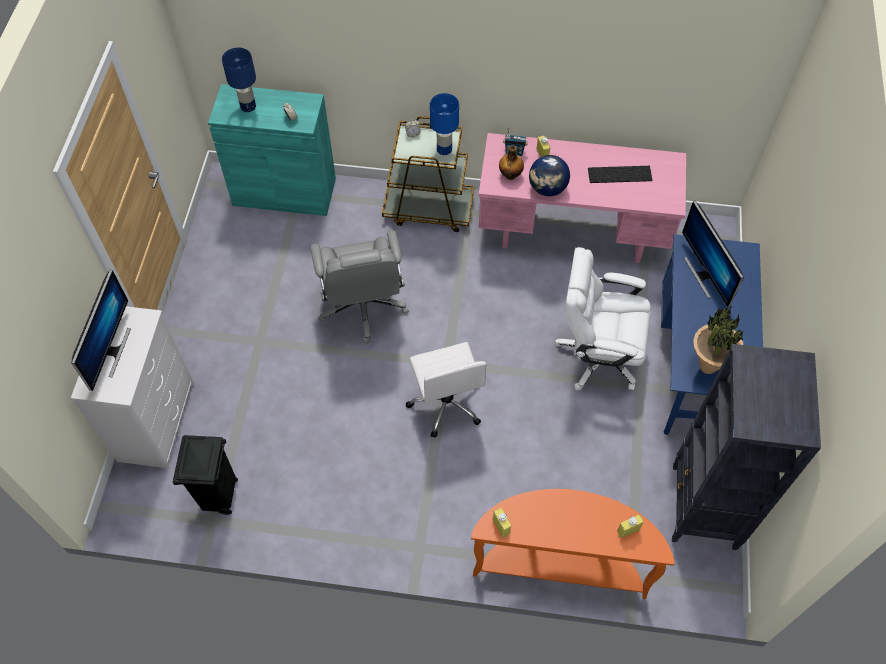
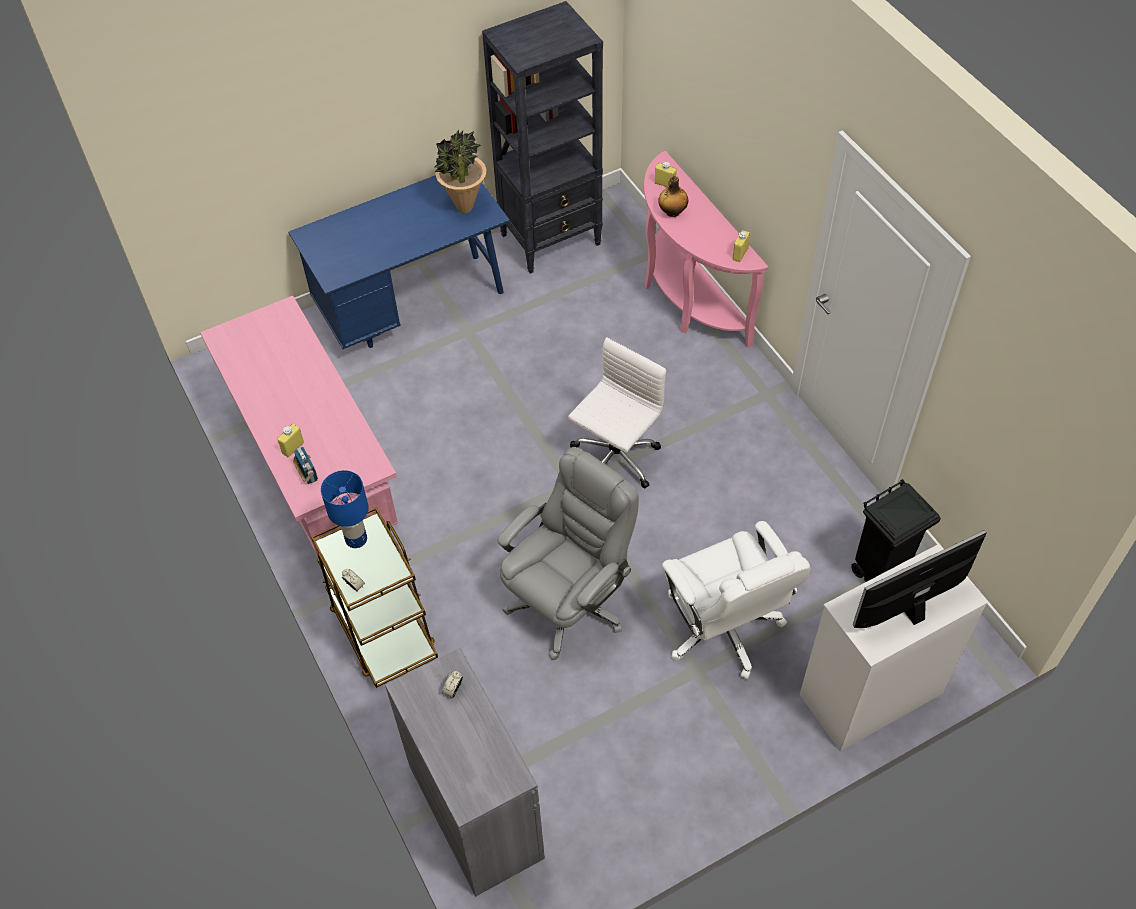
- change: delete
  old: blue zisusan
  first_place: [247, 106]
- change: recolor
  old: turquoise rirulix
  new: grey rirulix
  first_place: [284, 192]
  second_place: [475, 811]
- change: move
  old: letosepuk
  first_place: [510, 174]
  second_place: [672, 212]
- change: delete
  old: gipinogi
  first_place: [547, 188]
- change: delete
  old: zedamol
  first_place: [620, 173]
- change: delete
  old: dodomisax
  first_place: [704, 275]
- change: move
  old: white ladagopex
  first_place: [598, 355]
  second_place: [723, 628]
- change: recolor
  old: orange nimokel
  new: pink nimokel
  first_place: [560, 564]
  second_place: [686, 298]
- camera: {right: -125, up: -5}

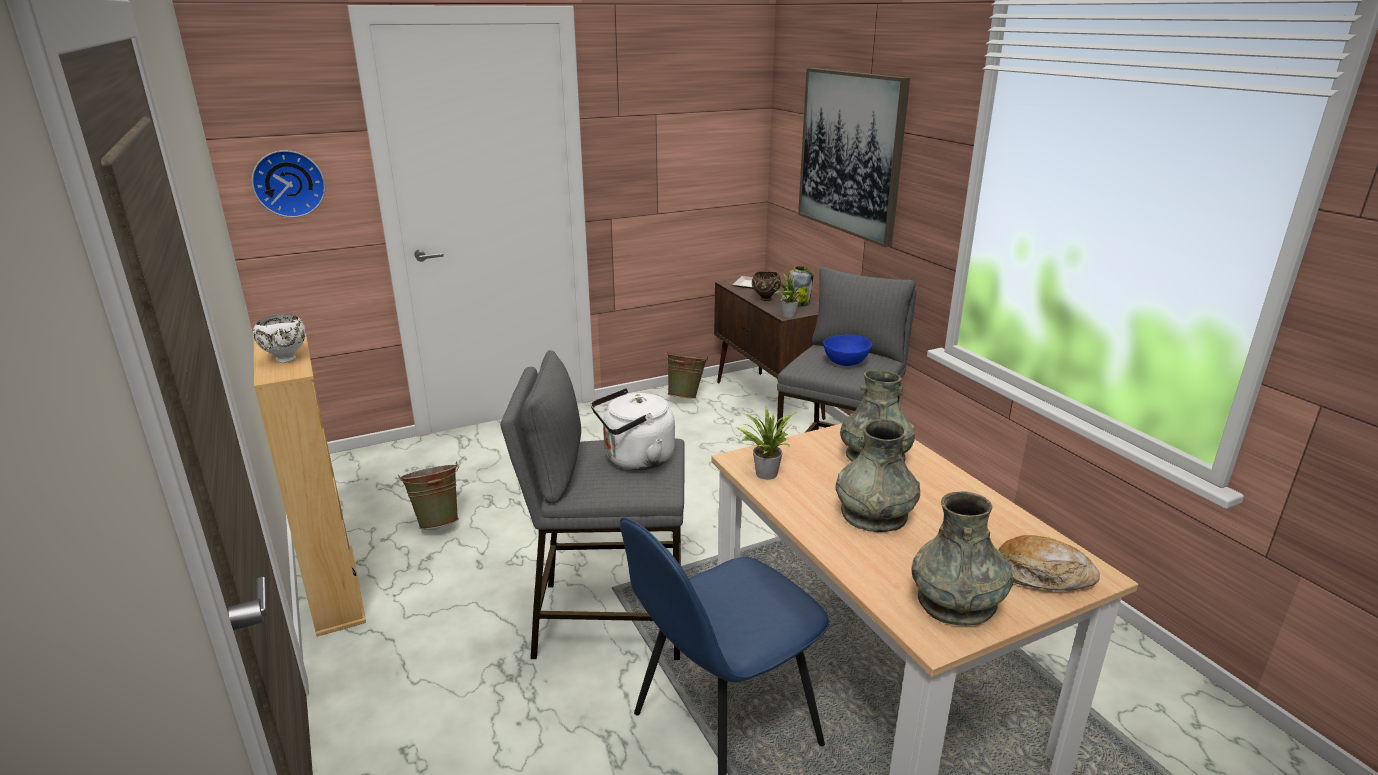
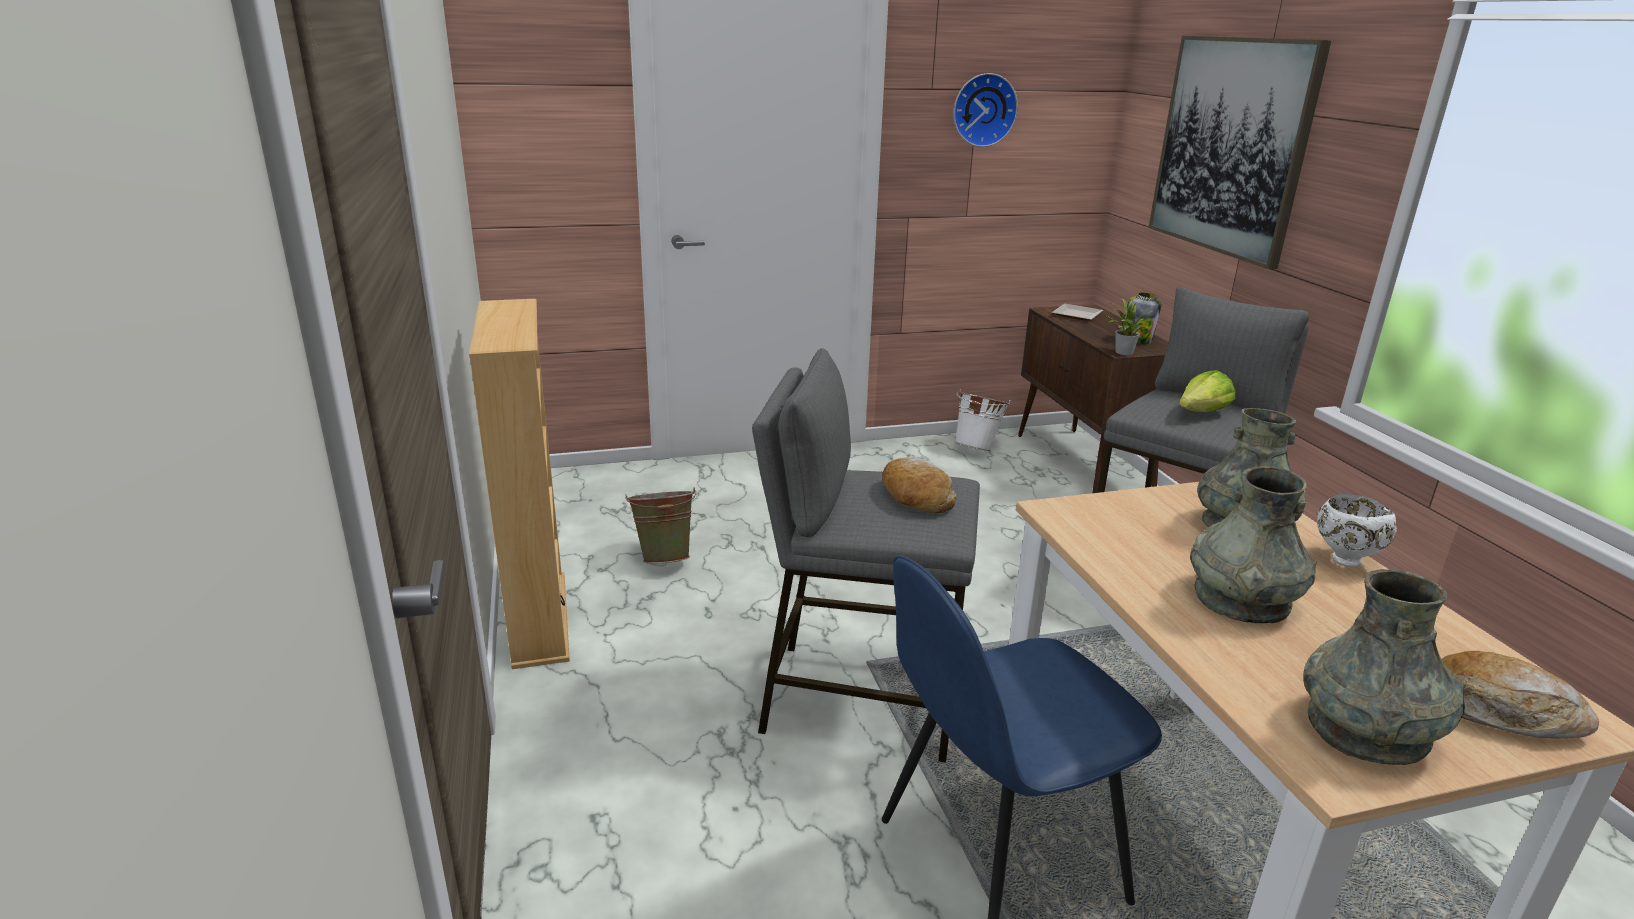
- change: move
  old: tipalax
  first_place: [288, 183]
  second_place: [983, 110]
- change: delete
  old: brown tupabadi
  first_place: [765, 299]
- change: move
  old: white tupabadi
  first_place: [285, 359]
  second_place: [1343, 559]
- change: replace
  old: blue tupabadi
  new: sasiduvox
  first_place: [847, 363]
  second_place: [1202, 413]
- change: recolor
  old: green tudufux
  new: white tudufux
  first_place: [686, 396]
  second_place: [977, 448]
- change: replace
  old: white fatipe
  new: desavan
  first_place: [635, 459]
  second_place: [915, 497]
- change: delete
  old: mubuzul
  first_place: [764, 472]
- camera: {right: 10, up: 0}

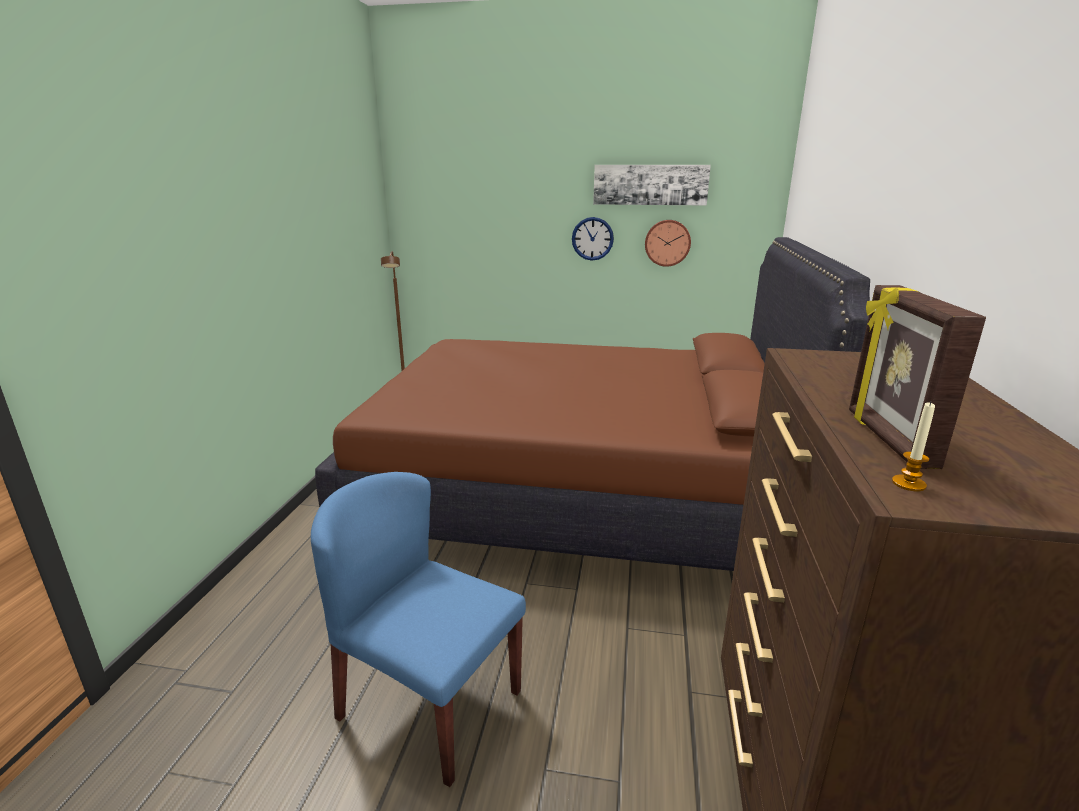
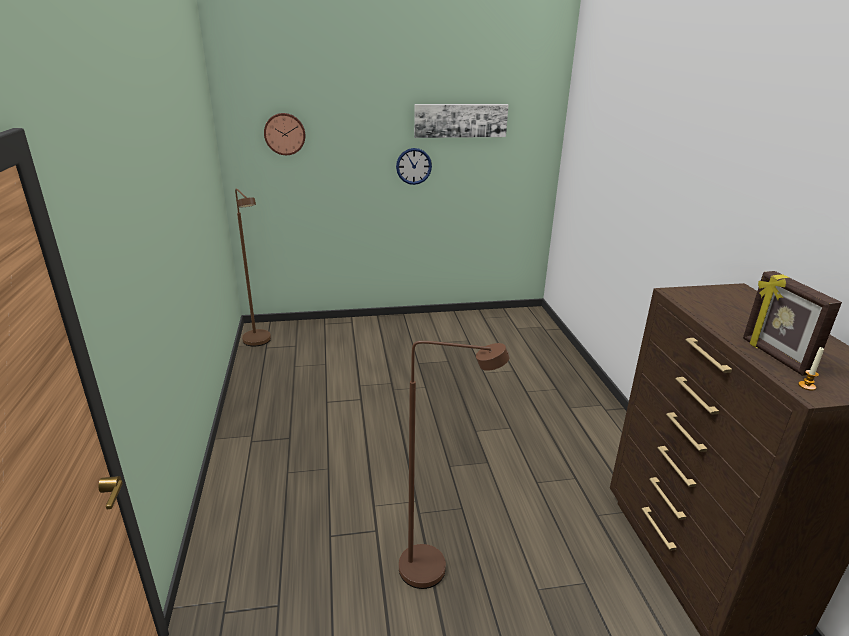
- change: move
  old: tipalax
  first_place: [667, 243]
  second_place: [285, 134]
- change: delete
  old: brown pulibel
  first_place: [575, 491]
- change: replace
  old: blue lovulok
  new: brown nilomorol
  first_place: [429, 703]
  second_place: [435, 570]
- camera: {right: -20, up: 5}

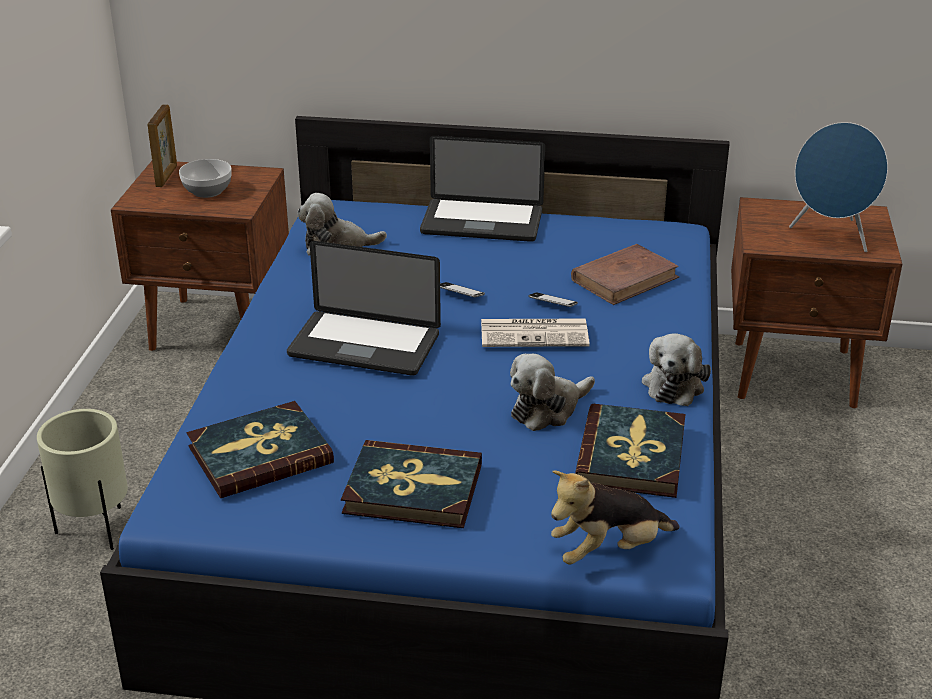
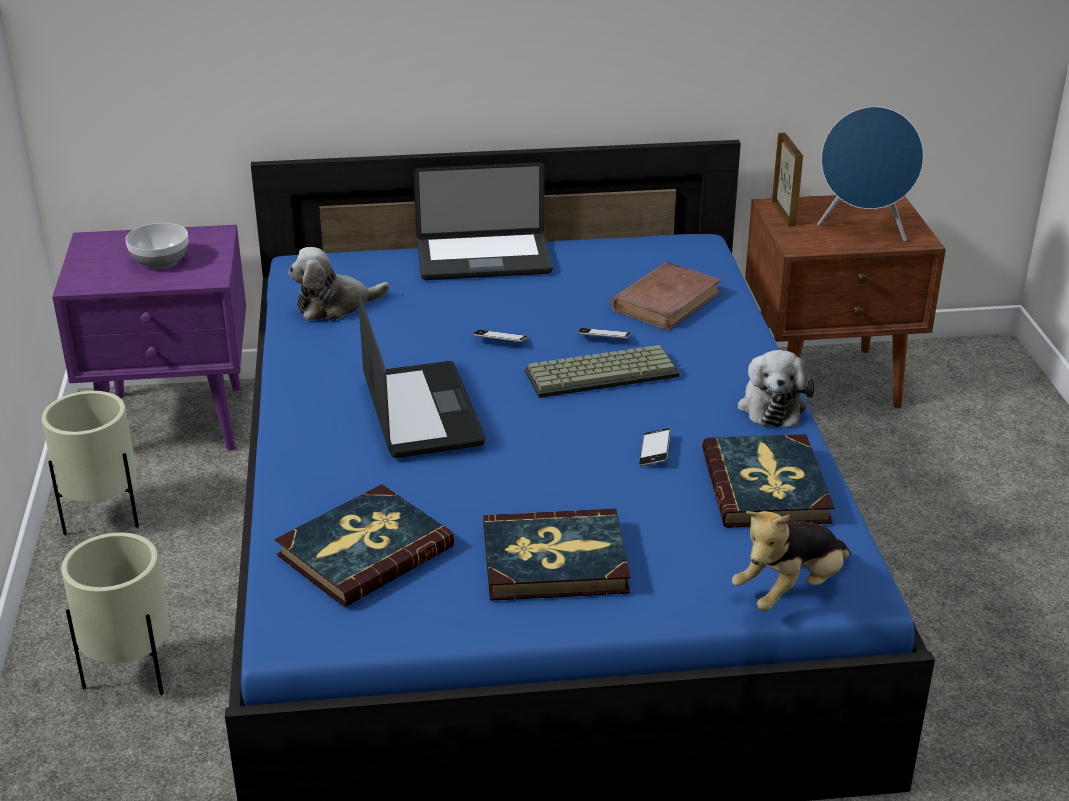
- change: move
  old: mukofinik
  first_place: [167, 176]
  second_place: [784, 214]
- change: recolor
  old: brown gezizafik
  new: purple gezizafik
  first_place: [218, 328]
  second_place: [176, 421]
- change: rotate
  old: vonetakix
  first_place: [364, 345]
  second_place: [422, 412]
  degrees: -105
- change: replace
  old: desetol
  new: zedamol
  first_place: [535, 333]
  second_place: [602, 372]
- change: replace
  old: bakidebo
  new: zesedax
  first_place: [548, 409]
  second_place: [654, 451]
- change: insert
  new: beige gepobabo
  second_place: [104, 519]
- camera: {right: -15, up: 0}

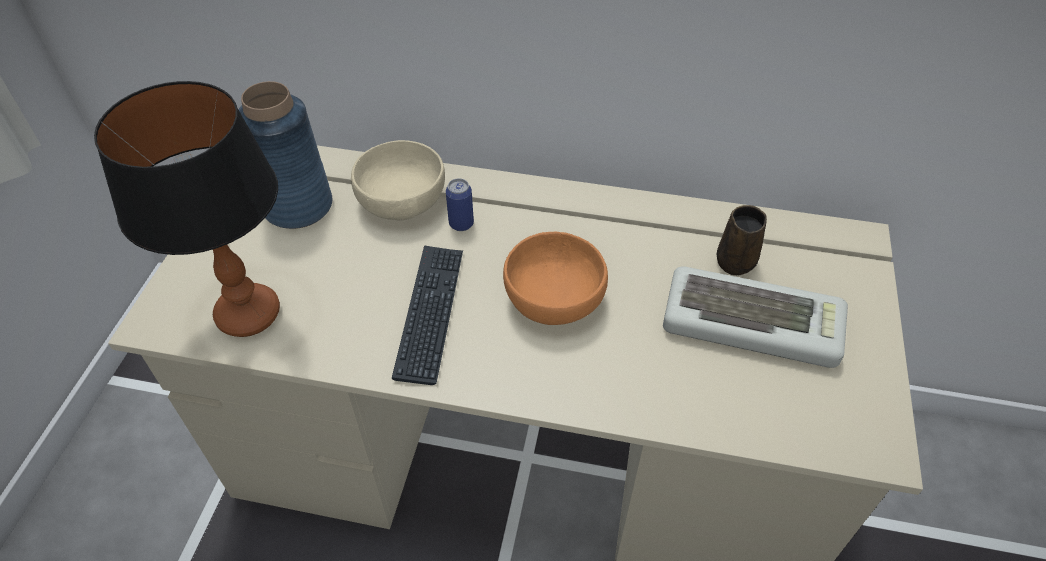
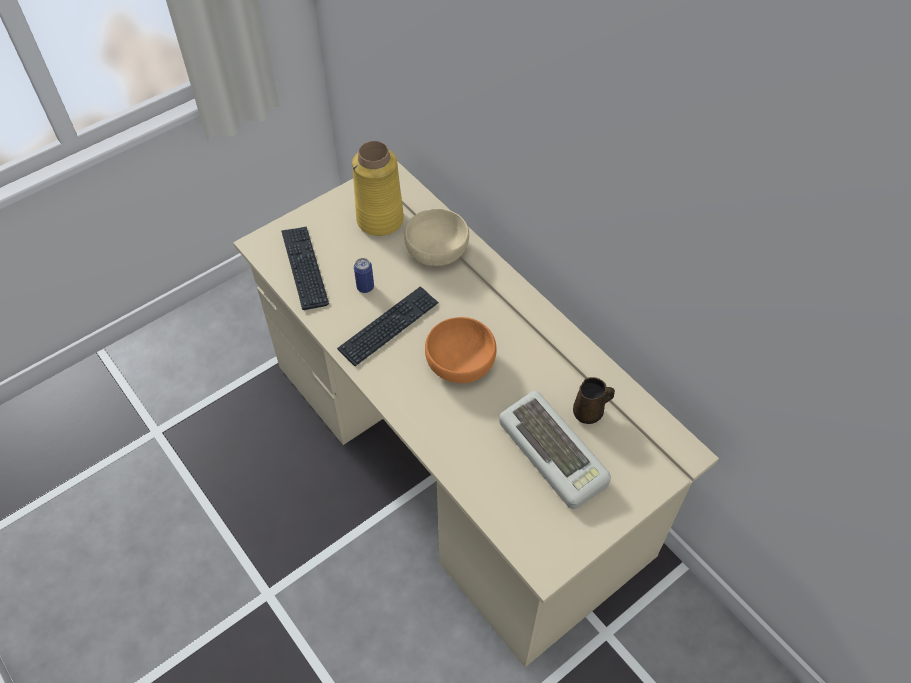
- change: replace
  old: zisusan
  new: zedamol
  first_place: [249, 313]
  second_place: [304, 268]
- change: recolor
  old: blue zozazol
  new: yellow zozazol
  first_place: [298, 206]
  second_place: [380, 220]
- change: move
  old: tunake
  first_place: [461, 224]
  second_place: [365, 287]
- camera: {right: 40, up: 5}

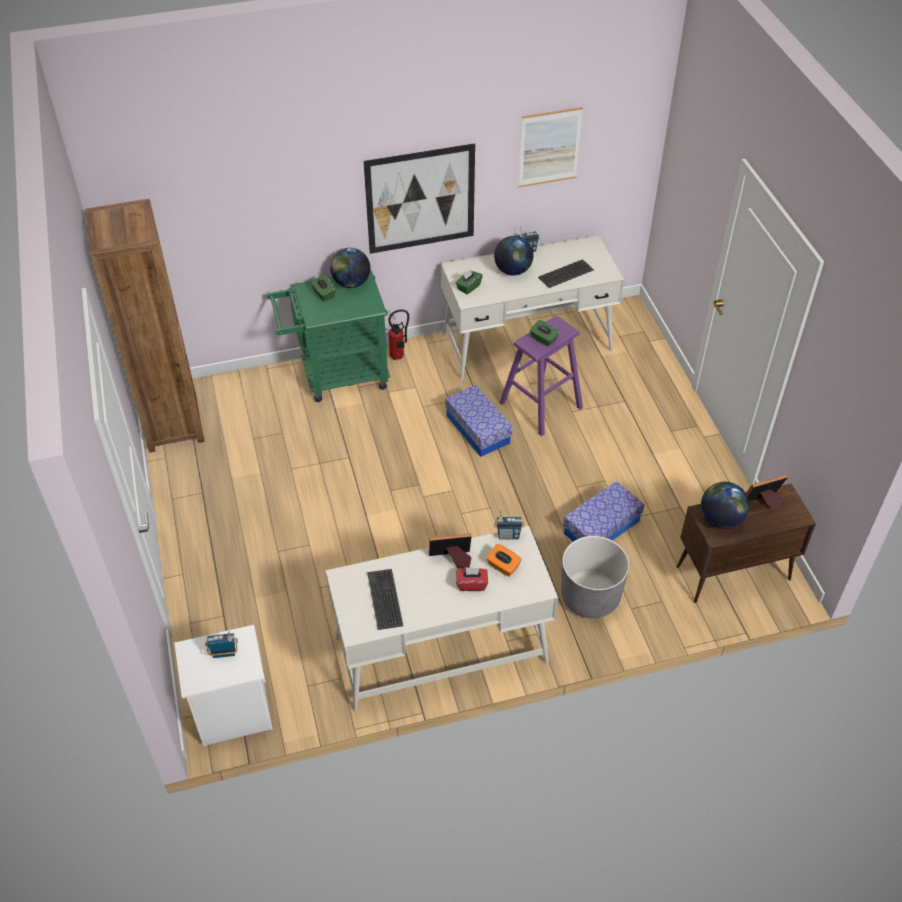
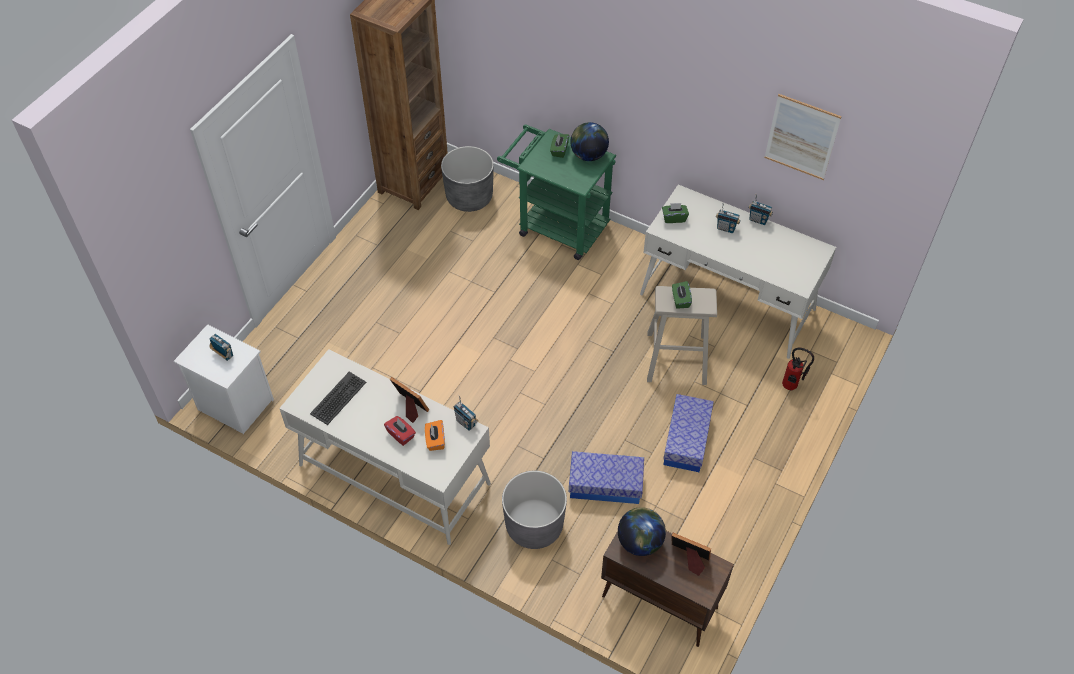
- change: delete
  old: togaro
  first_place: [420, 199]
- change: replace
  old: gipinogi
  new: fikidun
  first_place: [513, 270]
  second_place: [726, 228]
- change: delete
  old: zedamol
  first_place: [565, 274]
- change: move
  old: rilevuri
  first_place: [399, 357]
  second_place: [791, 387]
- change: recolor
  old: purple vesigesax
  new: beige vesigesax
  first_place: [540, 405]
  second_place: [676, 358]
- change: move
  old: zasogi
  first_place: [478, 429]
  second_place: [686, 440]
- change: insert
  new: grey gepobabo
  second_place: [469, 197]
- camera: {right: 45, up: 5}

